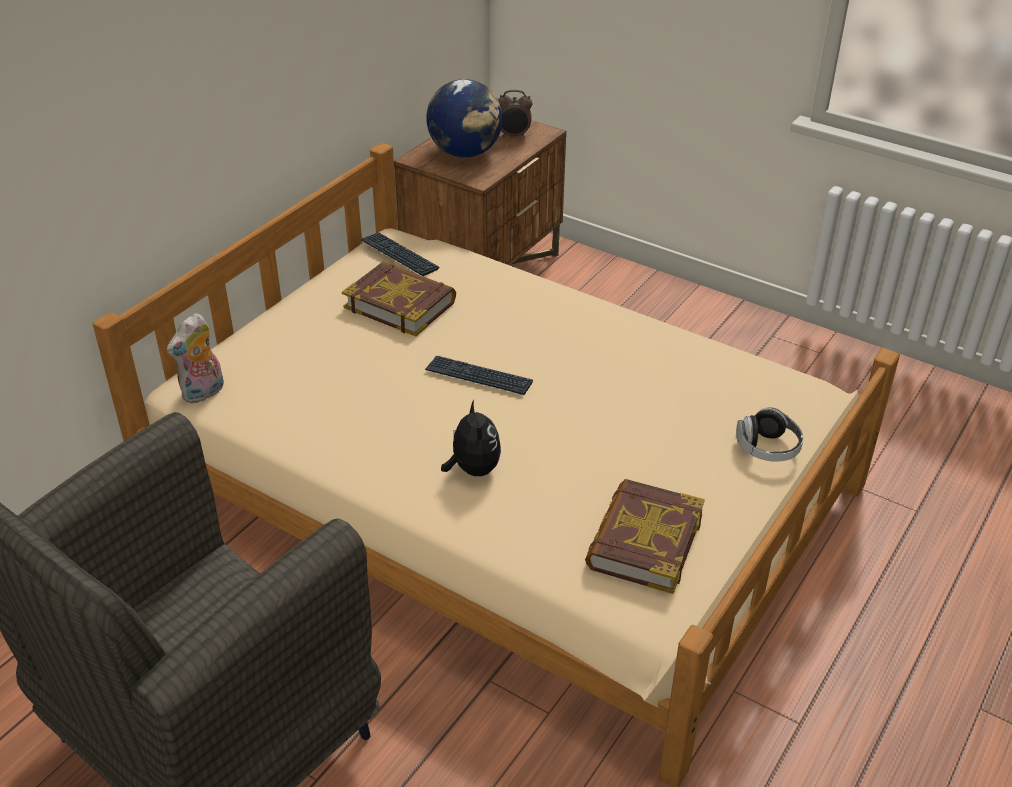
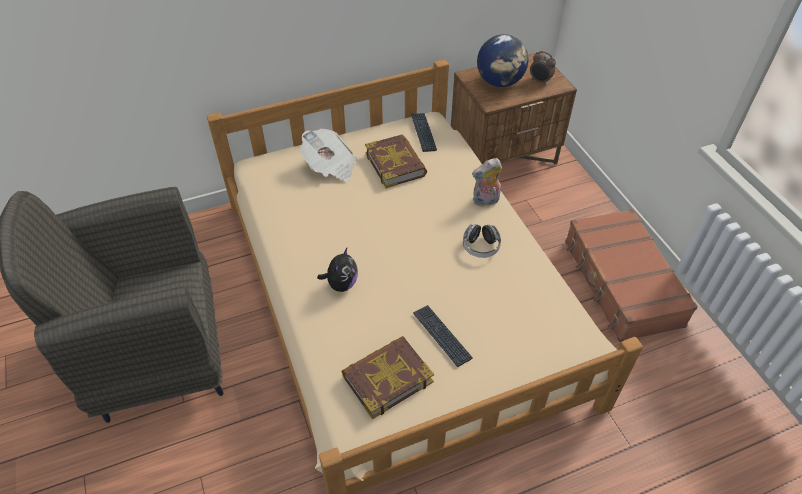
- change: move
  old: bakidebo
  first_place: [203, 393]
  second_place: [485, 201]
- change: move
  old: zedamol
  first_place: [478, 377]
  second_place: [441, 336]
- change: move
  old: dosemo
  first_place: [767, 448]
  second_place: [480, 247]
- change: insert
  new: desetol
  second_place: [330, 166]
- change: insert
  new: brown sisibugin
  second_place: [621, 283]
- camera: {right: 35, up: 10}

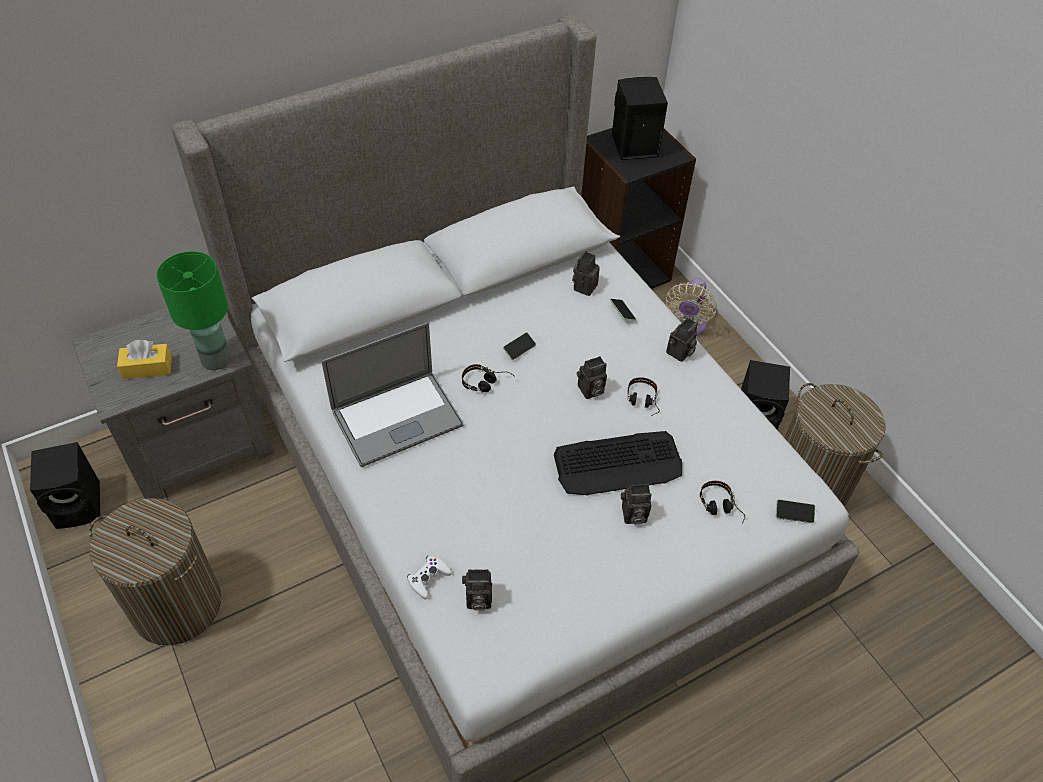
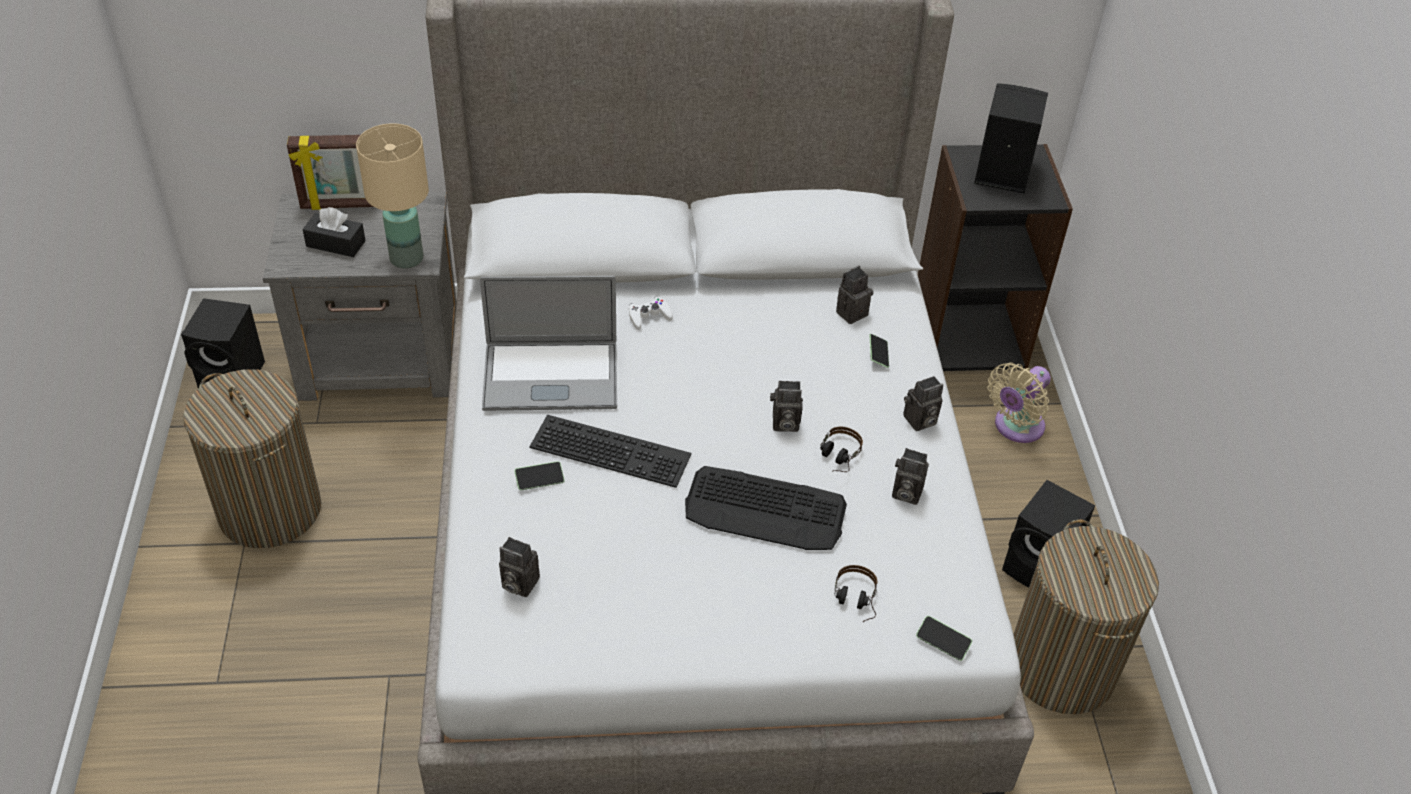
- change: recolor
  old: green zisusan
  new: beige zisusan
  first_place: [215, 360]
  second_place: [405, 258]
- change: move
  old: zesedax
  first_place: [519, 349]
  second_place: [539, 480]
- change: recolor
  old: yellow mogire
  new: black mogire
  first_place: [147, 368]
  second_place: [336, 243]
- change: delete
  old: dosemo
  first_place: [487, 384]
- change: move
  old: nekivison
  first_place: [632, 515]
  second_place: [905, 493]
- change: move
  old: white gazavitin
  first_place: [428, 579]
  second_place: [649, 316]
- change: insert
  new: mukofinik
  second_place: [340, 205]
- change: insert
  new: zedamol
  second_place: [613, 449]
- camera: {right: 25, up: -5}

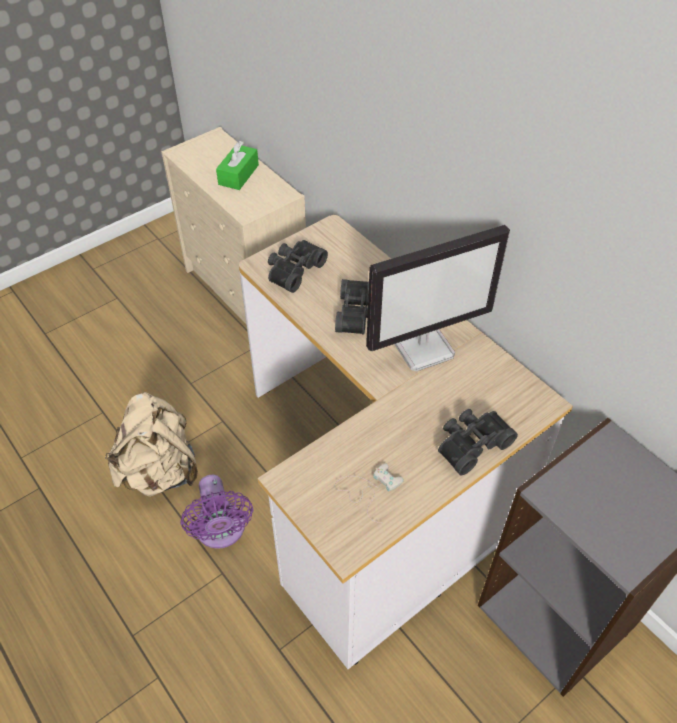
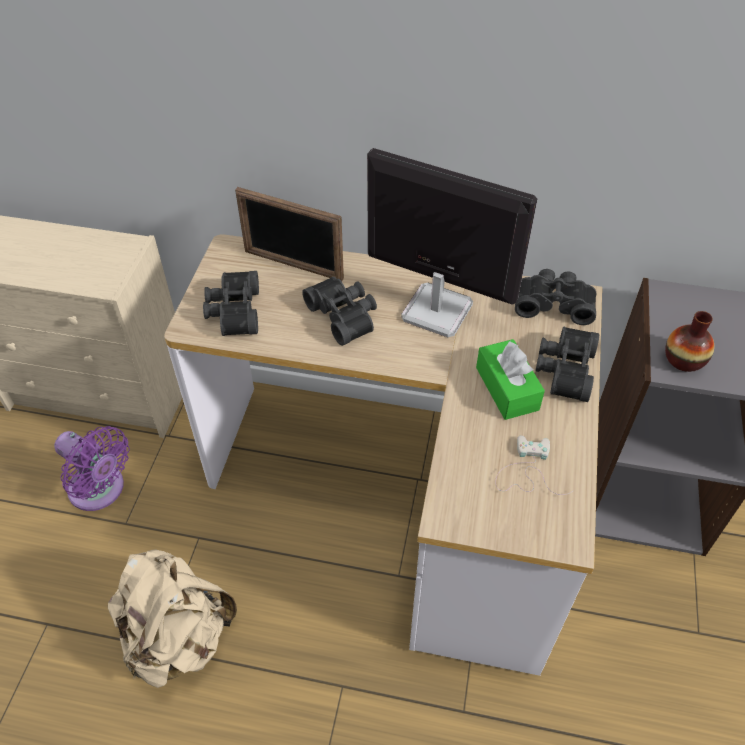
- change: move
  old: green mogire
  first_place: [238, 175]
  second_place: [507, 388]
- change: rotate
  old: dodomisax
  first_place: [424, 347]
  second_place: [435, 311]
  degrees: -90
- change: move
  old: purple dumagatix
  first_place: [221, 531]
  second_place: [100, 490]
- change: insert
  new: mukofinik
  second_place: [293, 265]
- change: insert
  new: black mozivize
  second_place: [553, 303]
- change: insert
  new: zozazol
  second_place: [684, 360]
- camera: {right: -40, up: 0}

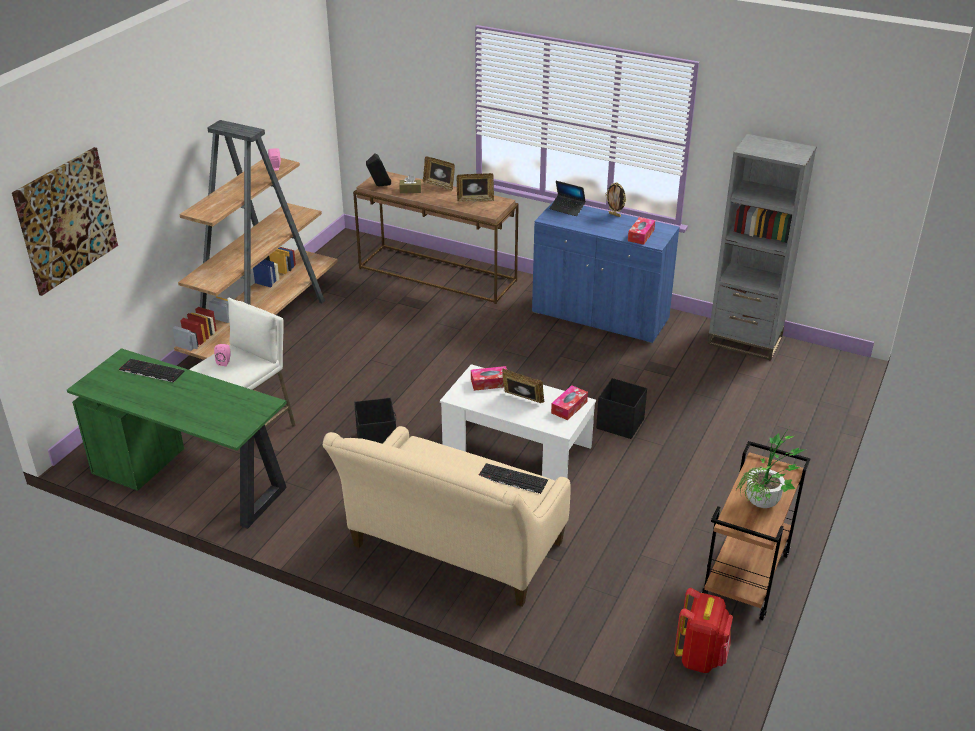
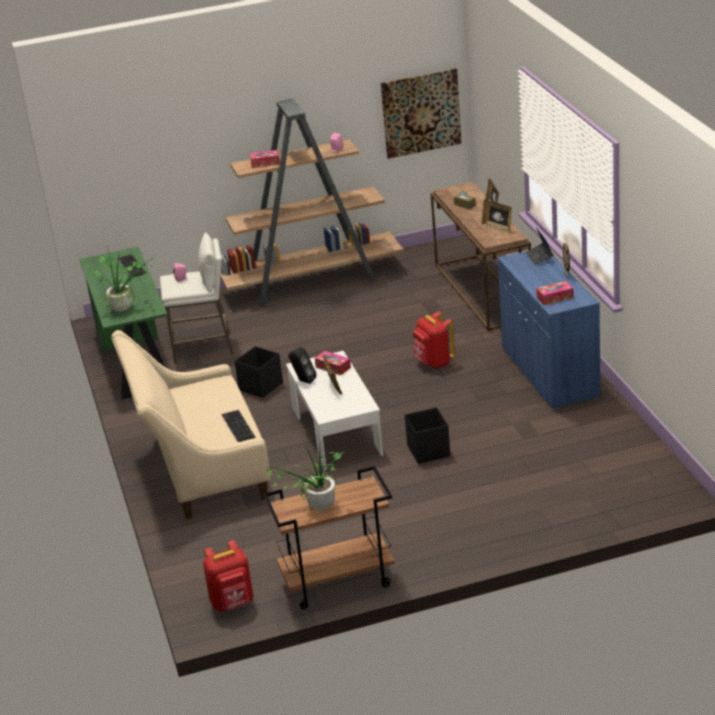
- change: delete
  old: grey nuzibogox
  first_place: [744, 341]
- change: move
  old: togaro
  first_place: [66, 220]
  second_place: [421, 113]
- change: move
  old: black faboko
  first_place: [379, 186]
  second_place: [303, 381]
- change: move
  old: mogire
  first_place: [569, 407]
  second_place: [265, 163]
- change: insert
  new: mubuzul
  second_place: [127, 307]
- change: insert
  new: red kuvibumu
  second_place: [434, 363]
- camera: {right: 50, up: -5}

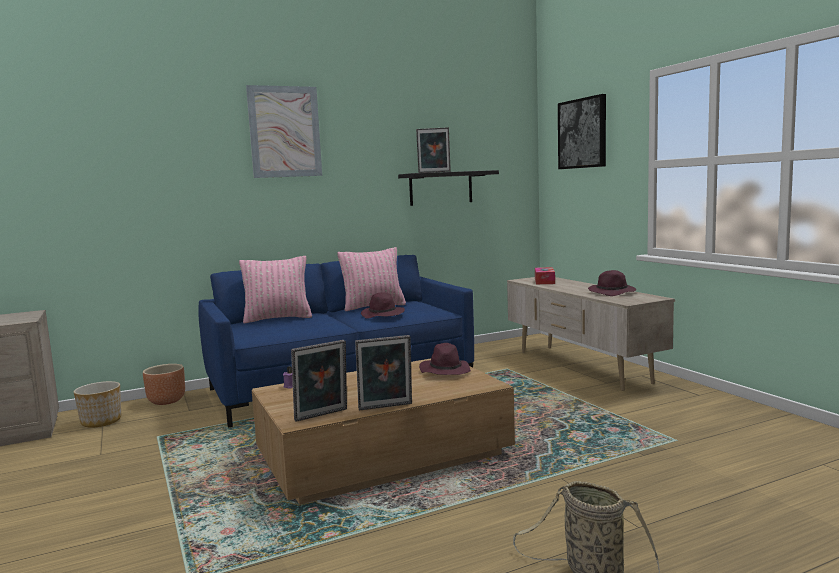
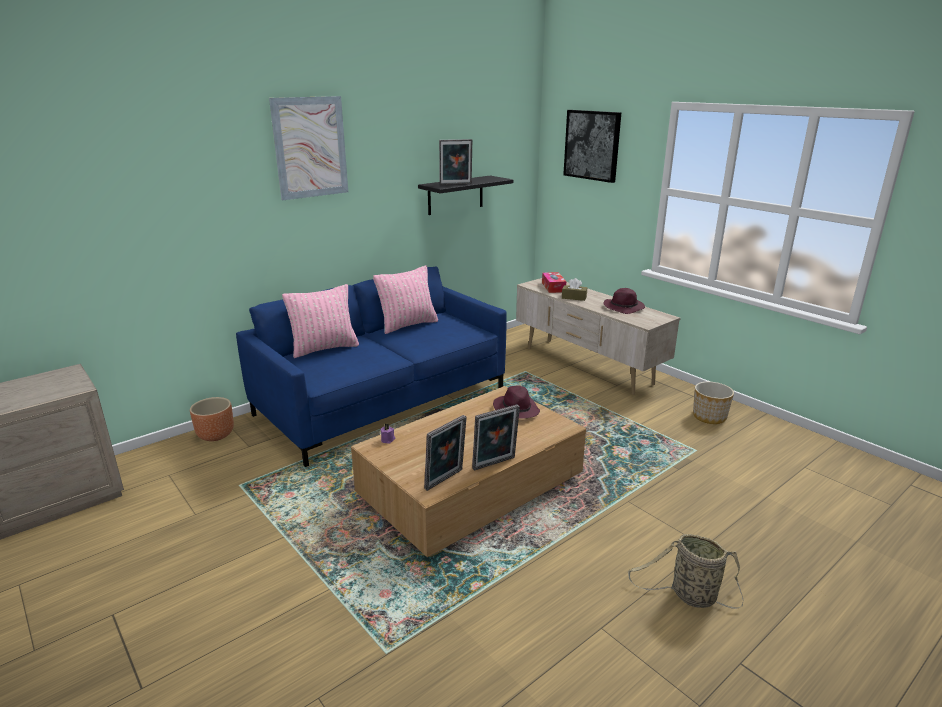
- change: delete
  old: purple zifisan
  first_place: [383, 315]
- change: move
  old: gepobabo
  first_place: [101, 421]
  second_place: [709, 417]
- change: insert
  new: brown mogire
  second_place: [574, 297]
- camera: {right: -15, up: 15}

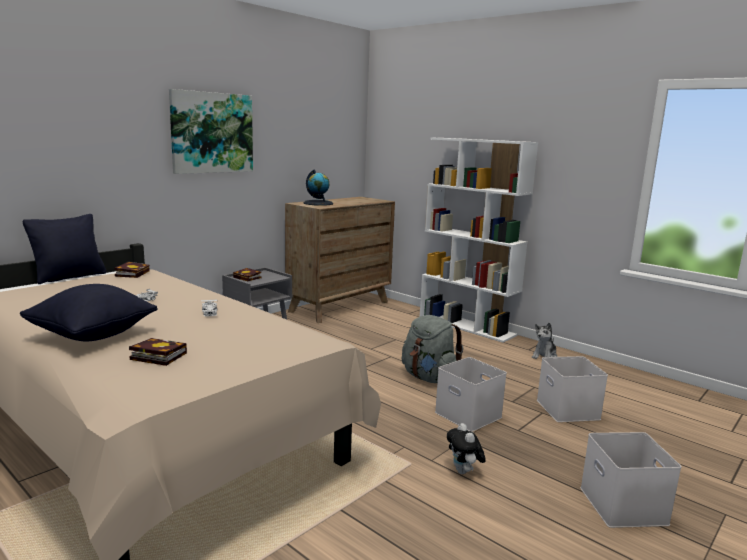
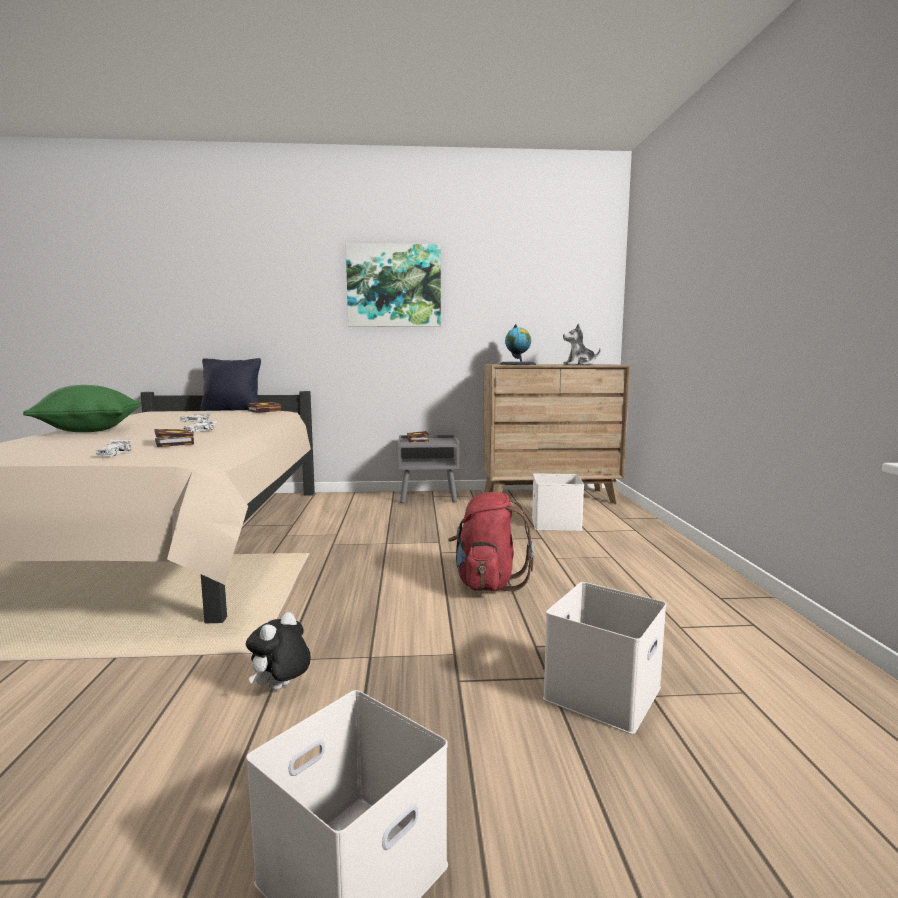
- change: delete
  old: white nuzibogox
  first_place: [467, 326]
- change: recolor
  old: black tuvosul
  new: green tuvosul
  first_place: [92, 335]
  second_place: [89, 430]
- change: recolor
  old: grey kuvibumu
  new: red kuvibumu
  first_place: [429, 378]
  second_place: [487, 583]
- change: move
  old: bakidebo
  first_place: [544, 356]
  second_place: [579, 364]
- change: move
  old: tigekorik
  first_place: [156, 356]
  second_place: [173, 442]
- change: move
  old: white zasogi
  first_place: [469, 415]
  second_place: [557, 523]
- change: insert
  new: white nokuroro
  second_place: [113, 453]
- camera: {right: 45, up: -5}

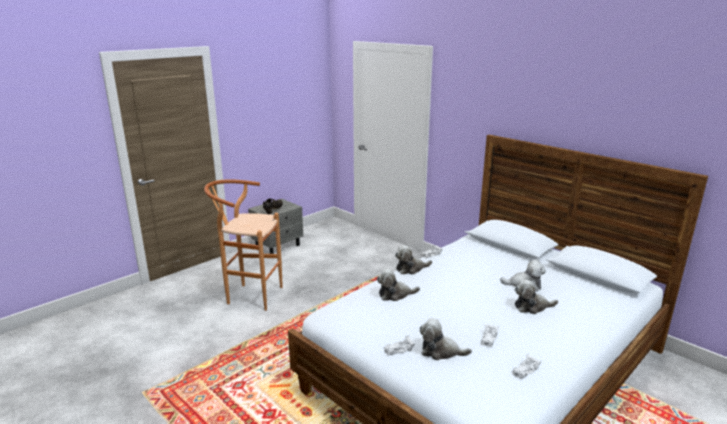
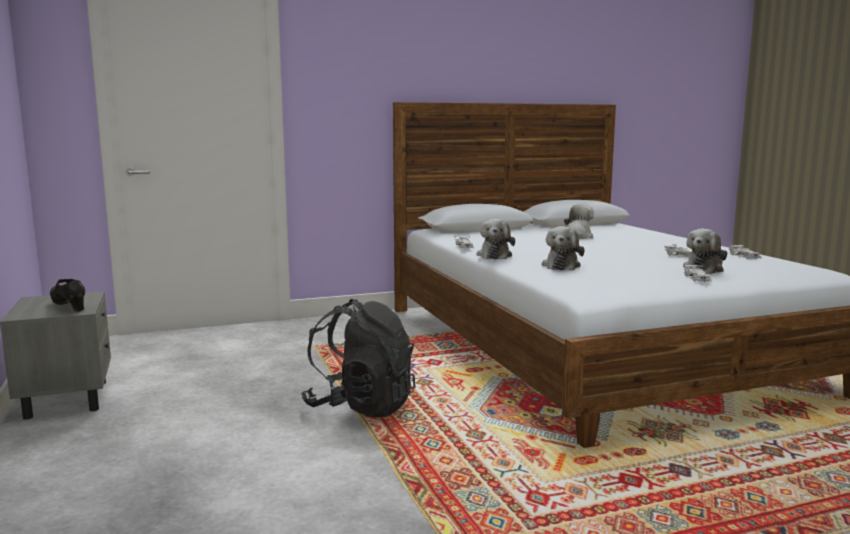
- change: delete
  old: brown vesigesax
  first_place: [249, 295]
- change: delete
  old: bakidebo
  first_place: [532, 307]
- change: insert
  new: black kuvibumu
  second_place: [361, 406]
- camera: {right: -65, up: -10}

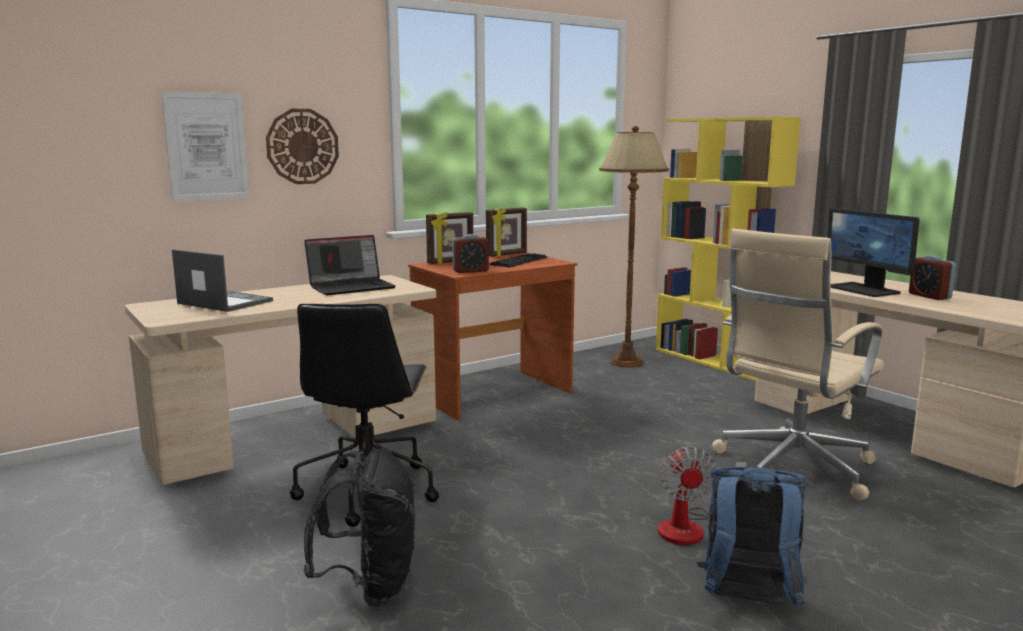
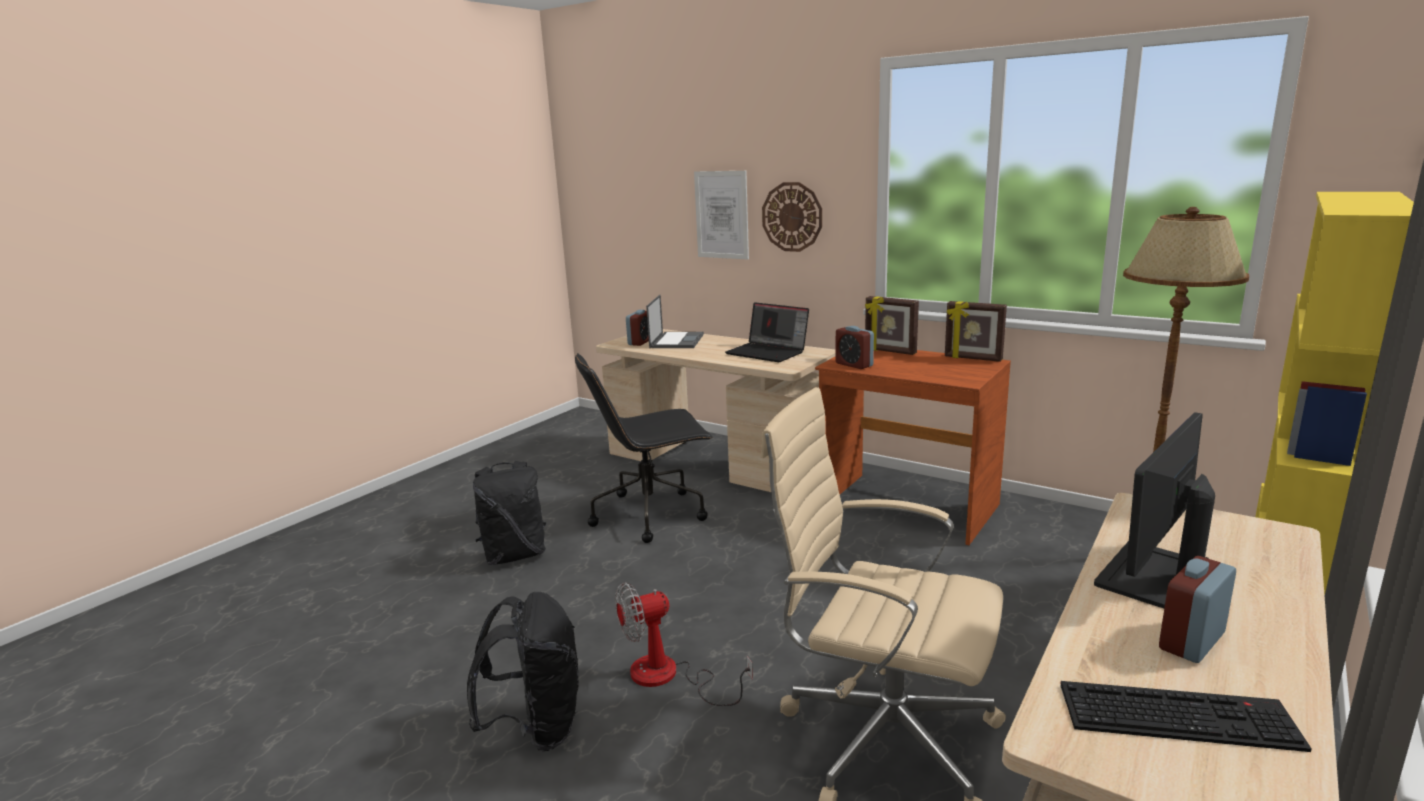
- change: move
  old: zedamol
  first_place: [518, 261]
  second_place: [1178, 714]
- change: recolor
  old: blue kuvibumu
  new: black kuvibumu
  first_place: [747, 603]
  second_place: [537, 727]
- change: insert
  new: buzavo
  second_place: [640, 342]
- camera: {right: 70, up: 5}

